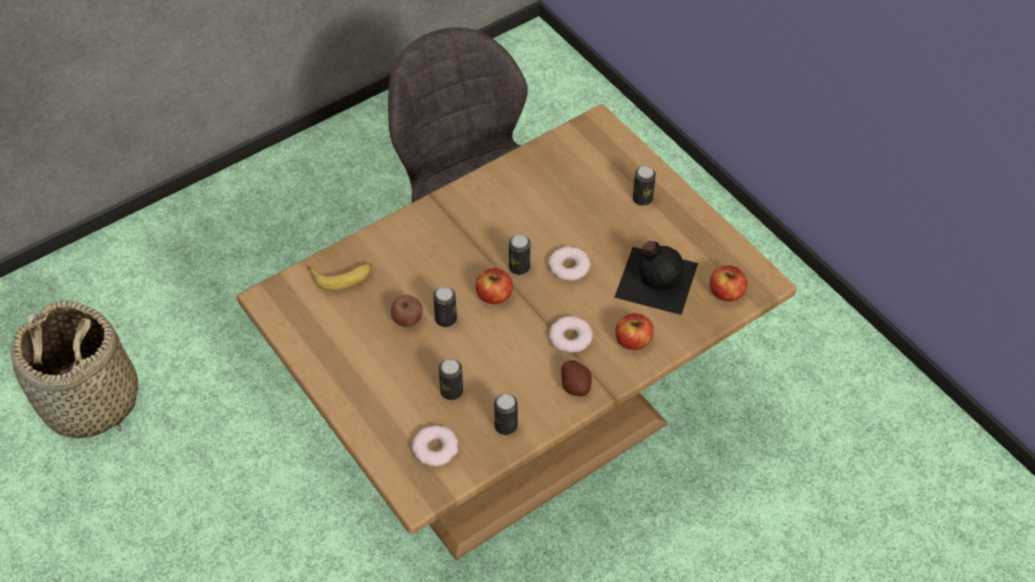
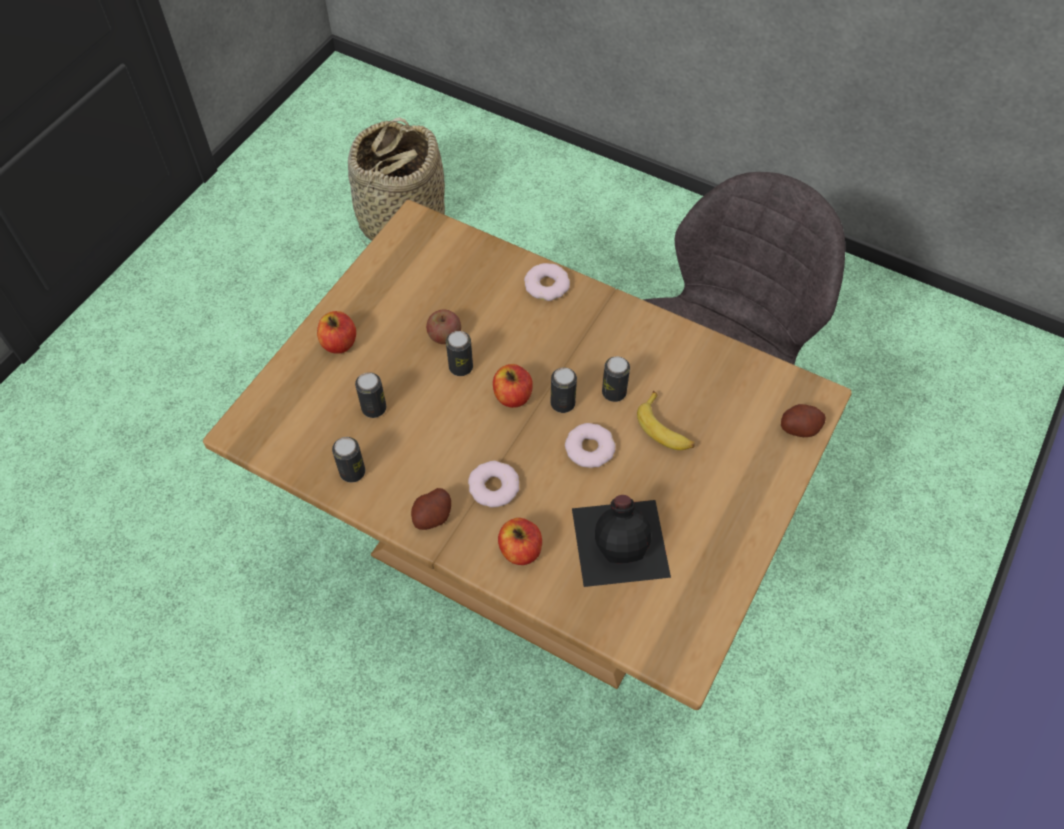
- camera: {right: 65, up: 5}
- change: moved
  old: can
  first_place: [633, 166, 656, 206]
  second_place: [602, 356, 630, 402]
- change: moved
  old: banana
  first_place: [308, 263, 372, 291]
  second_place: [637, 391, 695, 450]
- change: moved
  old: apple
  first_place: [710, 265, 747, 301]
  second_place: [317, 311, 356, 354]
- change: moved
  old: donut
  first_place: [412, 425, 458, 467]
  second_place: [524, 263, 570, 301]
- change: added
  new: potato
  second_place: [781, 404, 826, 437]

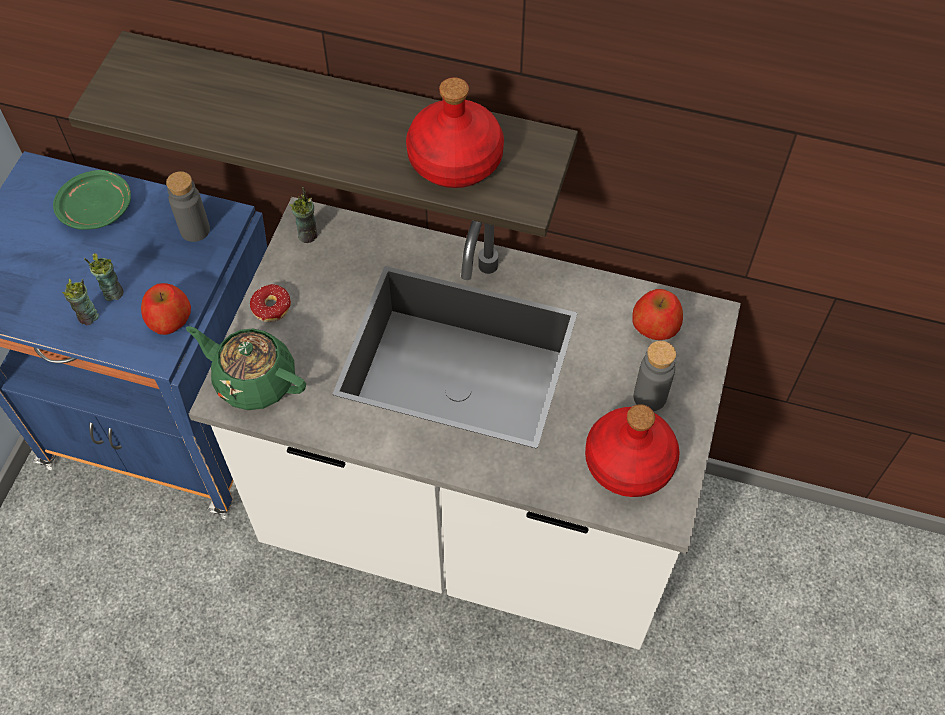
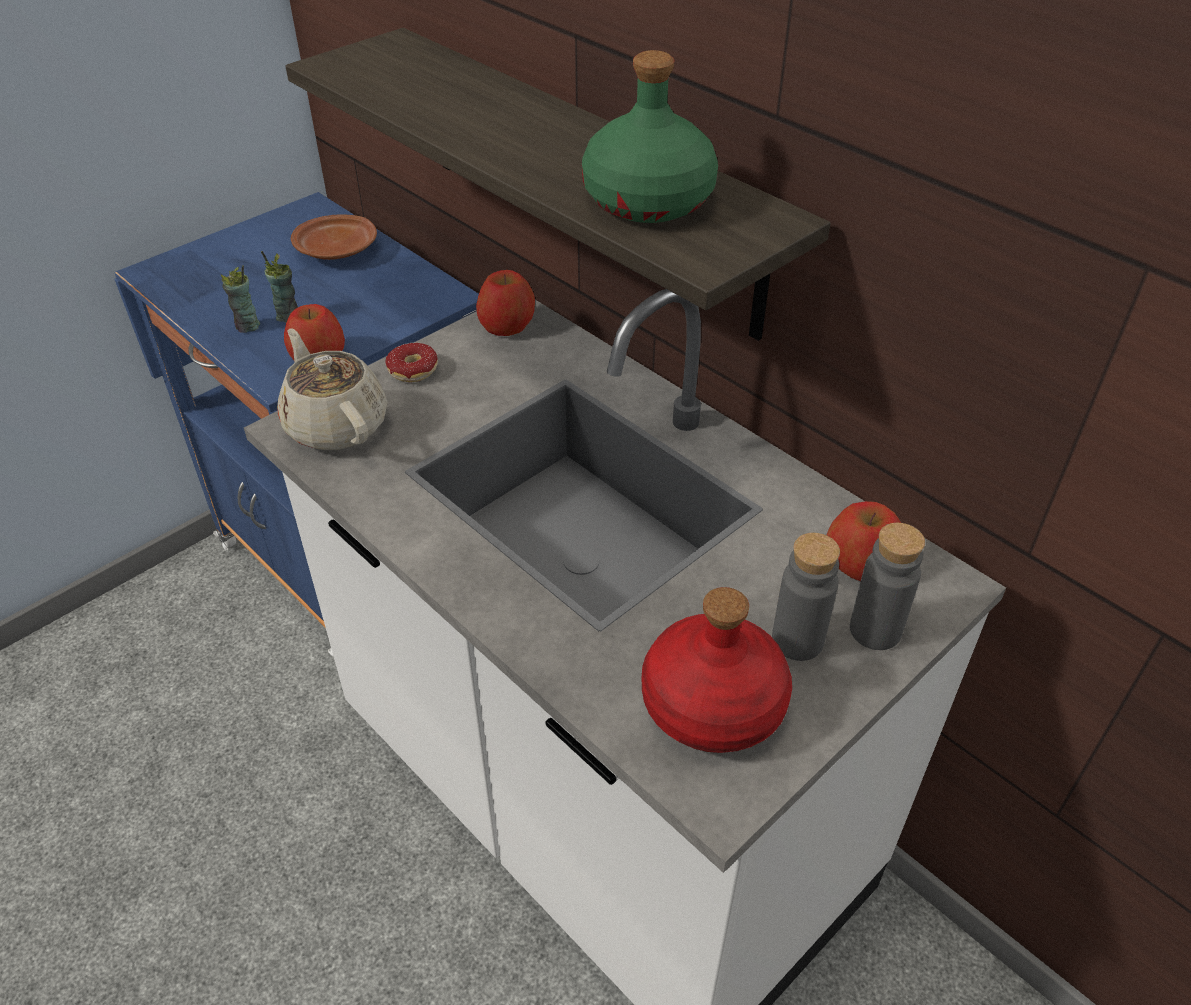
- camera: {right: 30, up: -15}
- change: recoloured
  old: bottle (red)
  new: bottle (green)
  first_place: [406, 77, 504, 188]
  second_place: [582, 50, 718, 223]
- change: recoloured
  old: plate (green)
  new: plate (brown)
  first_place: [53, 170, 131, 230]
  second_place: [291, 214, 377, 260]
- change: moved
  old: bottle (grey)
  first_place: [166, 171, 210, 242]
  second_place: [850, 523, 925, 650]
- change: replaced
  old: cup
  new: apple
  first_place: [289, 187, 318, 243]
  second_place: [476, 270, 535, 336]
- change: recoloured
  old: teapot (green)
  new: teapot (beige)
  first_place: [186, 326, 306, 410]
  second_place: [277, 328, 387, 450]

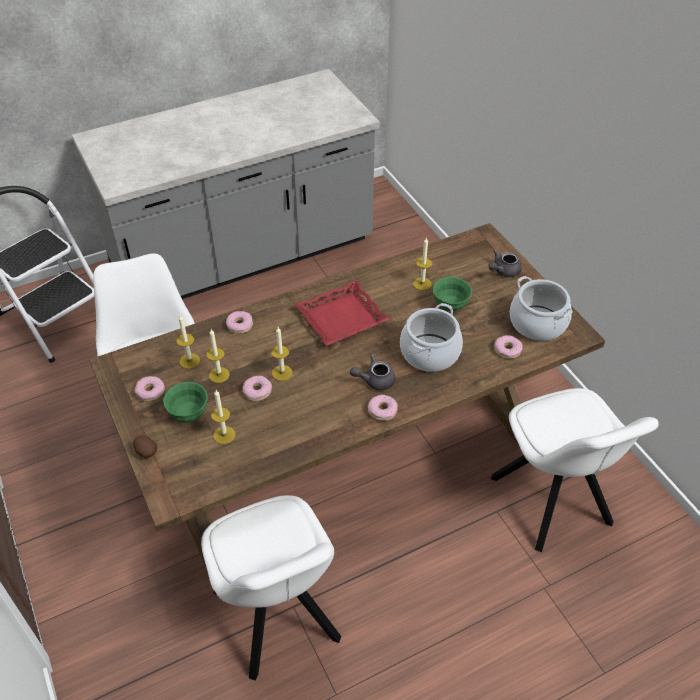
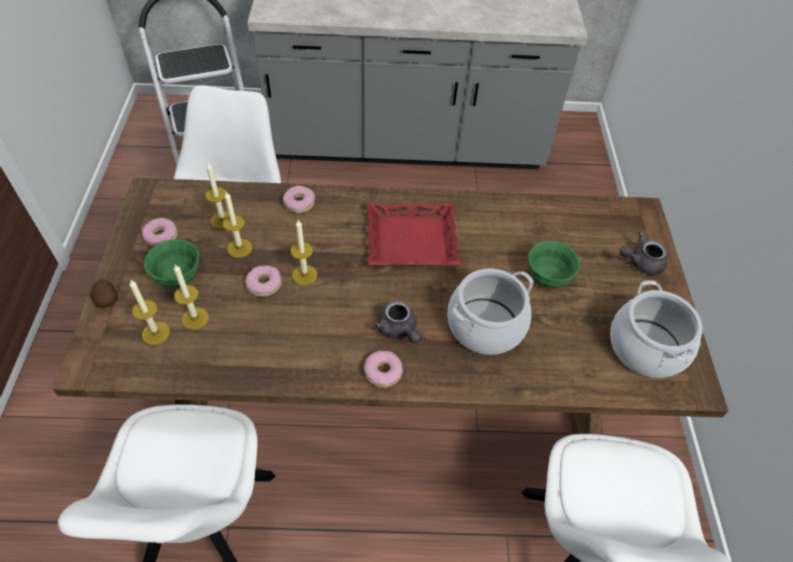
- camera: {right: 25, up: 5}
- change: moved
  old: candle
  first_place: [413, 237, 432, 290]
  second_place: [129, 279, 170, 345]
- change: removed
  old: donut
  first_place: [494, 335, 523, 359]
- change: turned
  old: teapot (grey)
  first_place: [350, 354, 395, 390]
  second_place: [375, 301, 421, 343]
  degrees: -135

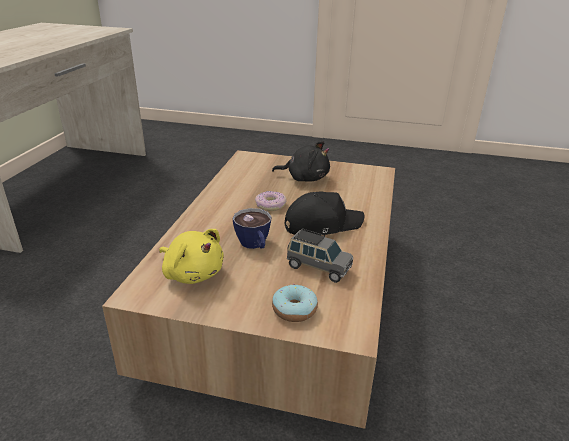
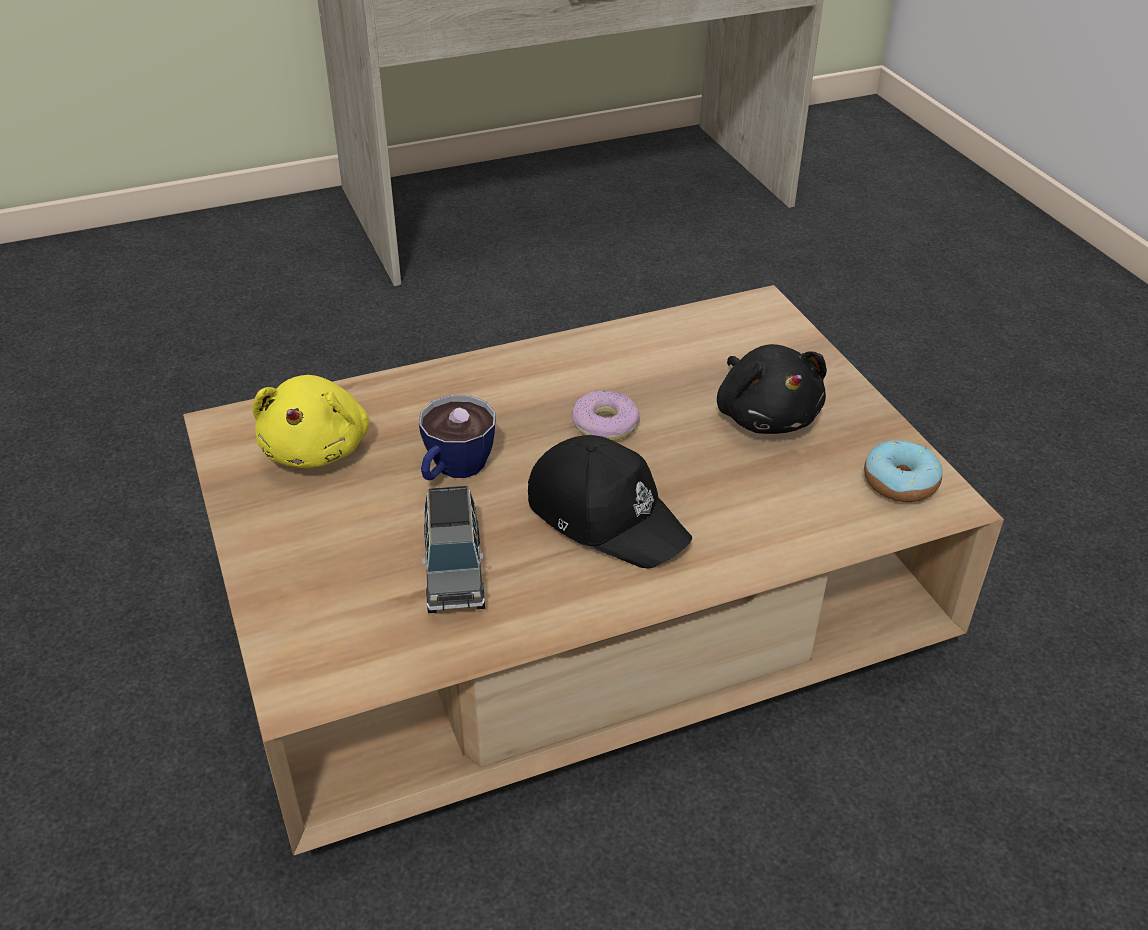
- camera: {right: 55, up: 10}
- change: moved
  old: donut
  first_place: [272, 284, 318, 322]
  second_place: [864, 440, 943, 502]

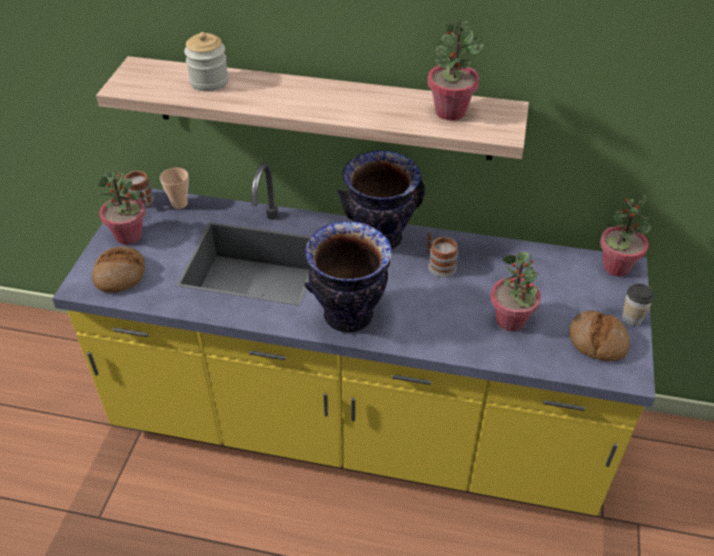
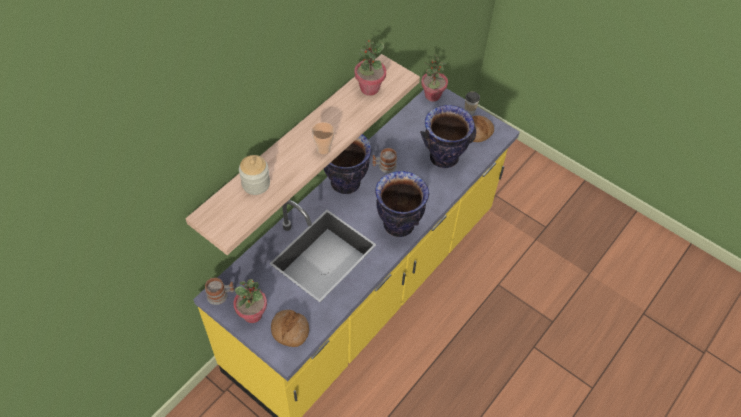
- camera: {right: -65, up: 10}
- change: moved
  old: cup
  first_place: [160, 168, 189, 209]
  second_place: [312, 122, 334, 154]
- change: replaced
  old: potted plant
  new: vase
  first_place: [490, 252, 541, 331]
  second_place: [420, 105, 476, 168]

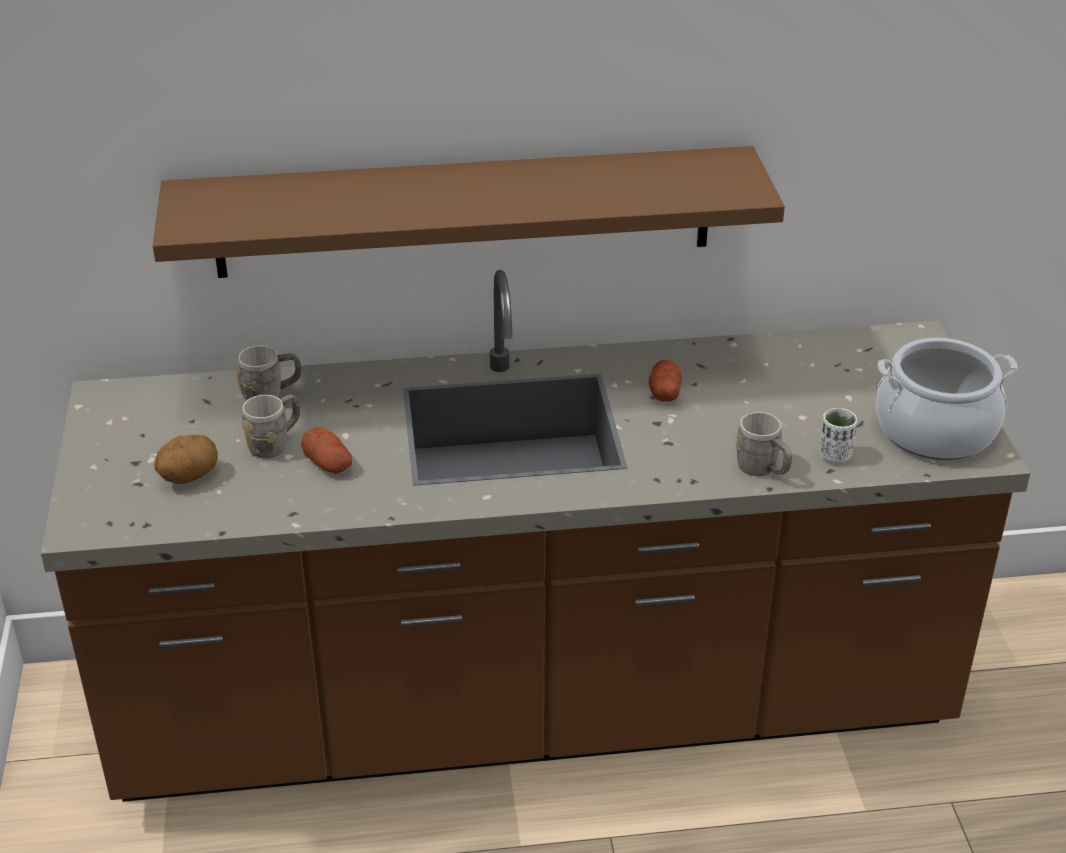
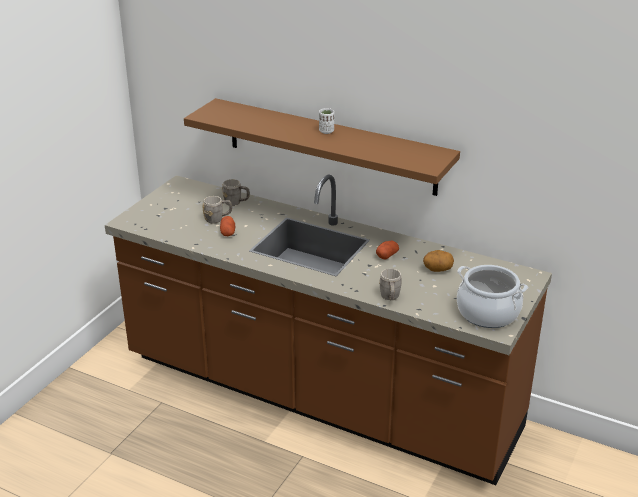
- camera: {right: 35, up: -5}
- change: moved
  old: cup (white)
  first_place: [819, 408, 857, 463]
  second_place: [319, 108, 334, 134]
- change: moved
  old: potato
  first_place: [154, 435, 218, 484]
  second_place: [423, 250, 454, 272]

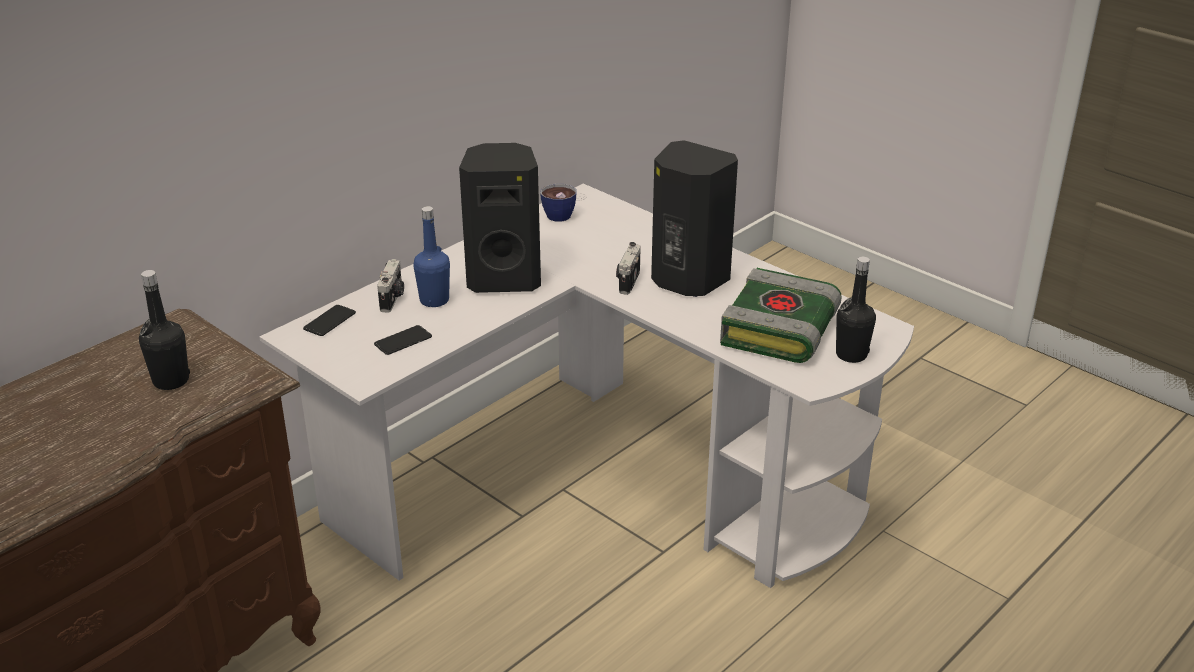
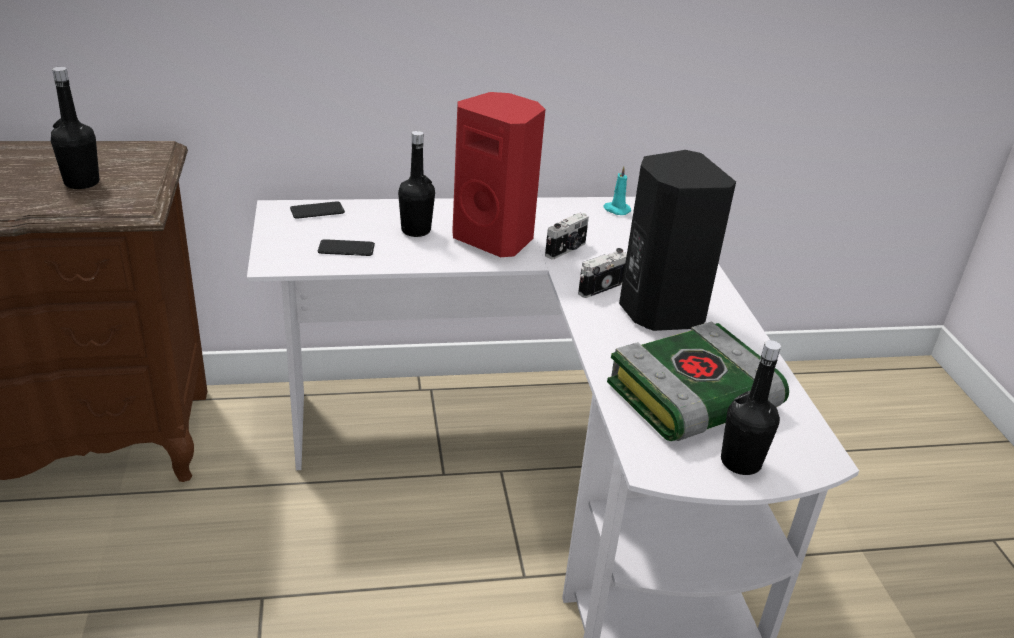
- camera: {right: 35, up: 0}
- change: recoloured
  old: speaker (black)
  new: speaker (red)
  first_place: [459, 143, 541, 293]
  second_place: [452, 92, 545, 257]
- change: replaced
  old: cup
  new: candle (turquoise)
  first_place: [540, 184, 577, 222]
  second_place: [603, 166, 631, 215]
- change: recoloured
  old: bottle (blue)
  new: bottle (black)
  first_place: [413, 206, 450, 307]
  second_place: [398, 131, 435, 237]
- change: moved
  old: photo camera
  first_place: [377, 259, 404, 313]
  second_place: [545, 213, 589, 259]

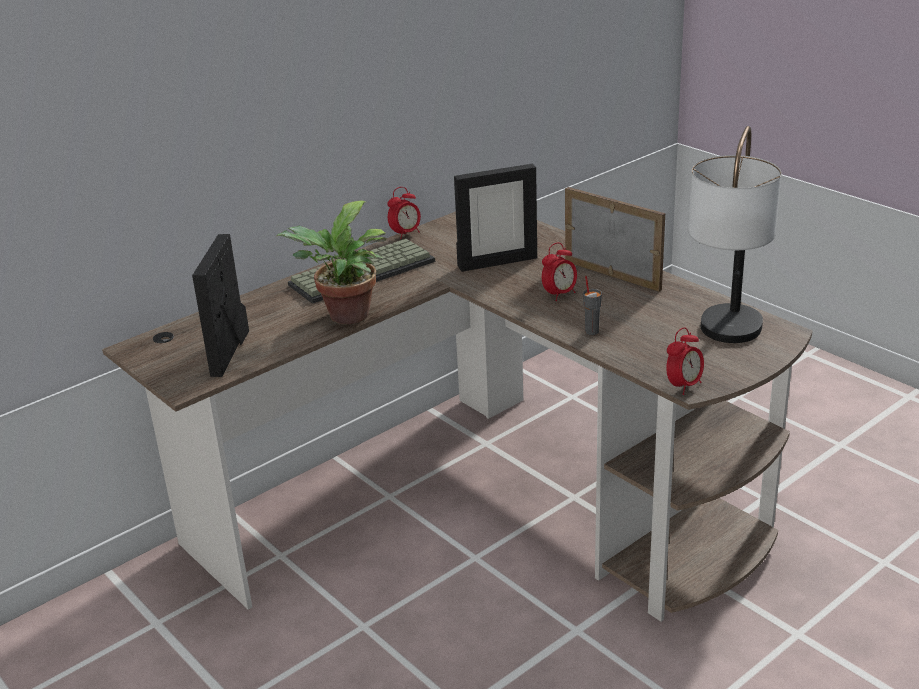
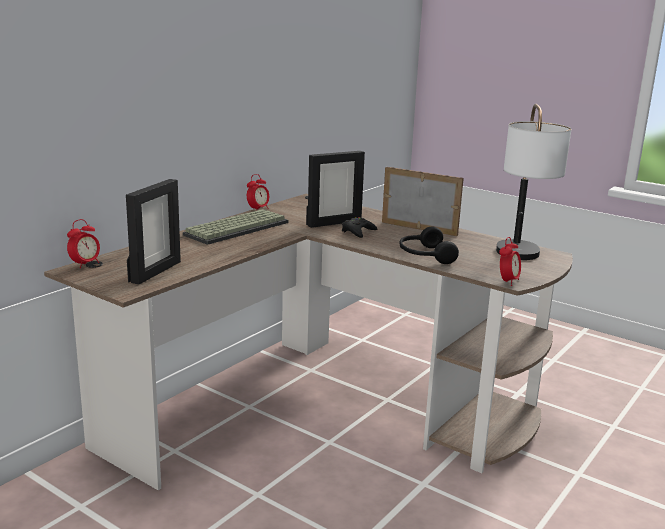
- camera: {right: -15, up: -10}
- change: removed
  old: potted plant
  first_place: [276, 200, 387, 324]
- change: turned
  old: picture frame
  first_place: [192, 234, 249, 377]
  second_place: [126, 179, 181, 284]
  degrees: -150
- change: moved
  old: alarm clock
  first_place: [542, 242, 577, 301]
  second_place: [67, 219, 100, 268]
- change: replaced
  old: cup (grey)
  new: headphones (black)
  first_place: [583, 276, 602, 335]
  second_place: [400, 227, 459, 264]
- change: added
  new: game controller (black)
  second_place: [342, 217, 377, 238]

